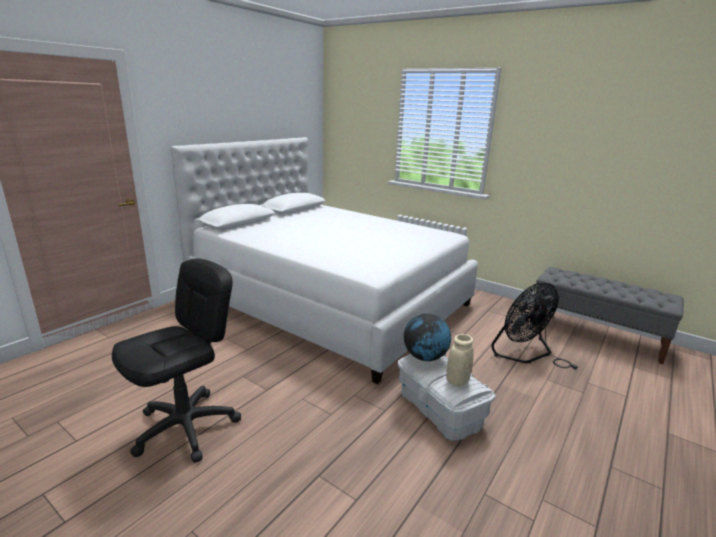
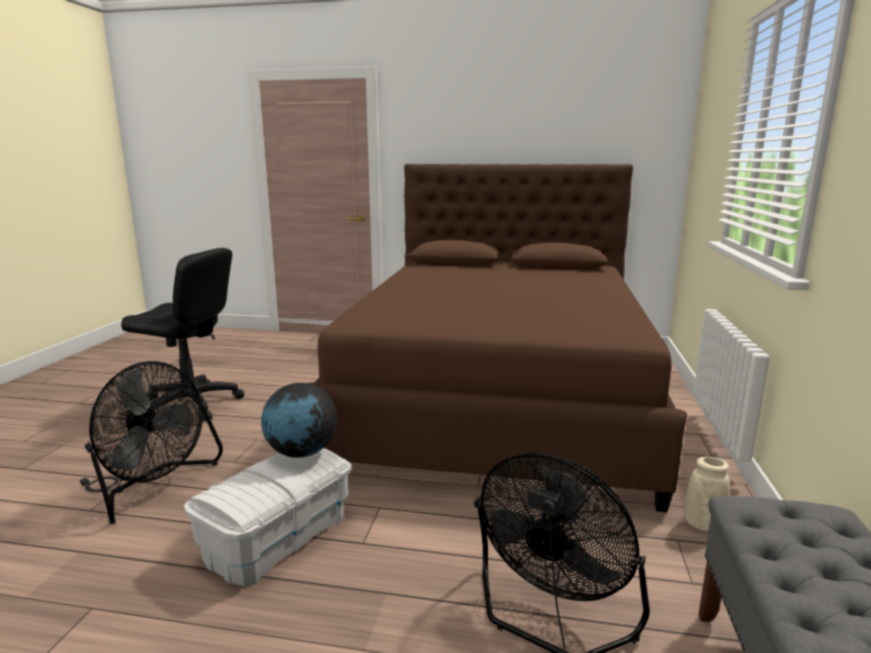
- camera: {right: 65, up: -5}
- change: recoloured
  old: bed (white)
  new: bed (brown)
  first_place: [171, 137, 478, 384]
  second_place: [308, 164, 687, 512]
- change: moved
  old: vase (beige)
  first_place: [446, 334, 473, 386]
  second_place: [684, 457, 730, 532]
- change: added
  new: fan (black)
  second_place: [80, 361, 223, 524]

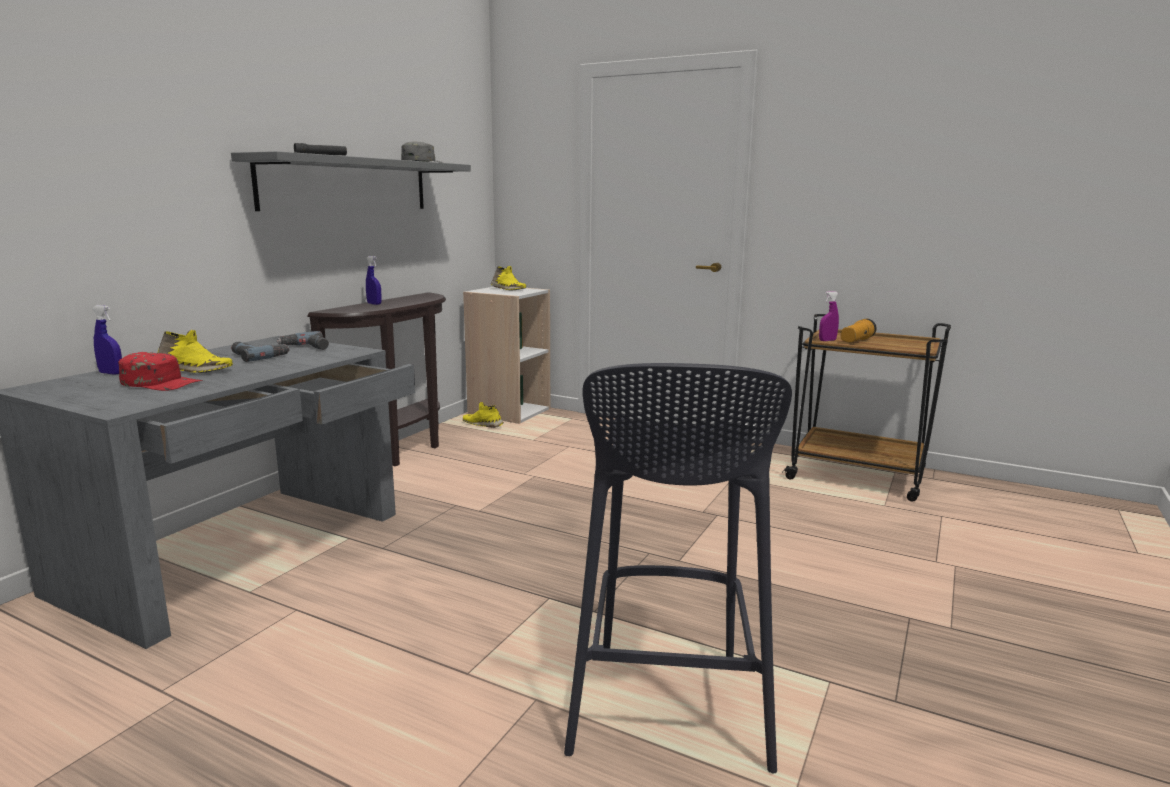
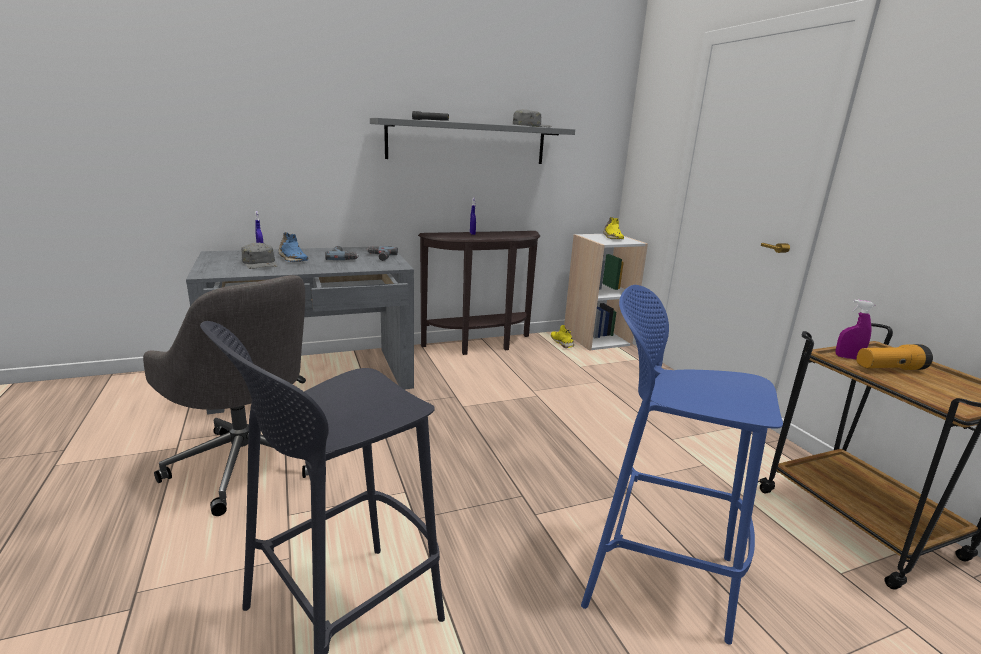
- camera: {right: 40, up: 5}
- change: recoloured
  old: shoe (yellow)
  new: shoe (blue)
  first_place: [157, 330, 233, 373]
  second_place: [278, 232, 308, 262]
- change: recoloured
  old: cap (red)
  new: cap (grey)
  first_place: [118, 352, 203, 391]
  second_place: [241, 243, 278, 269]
- change: added
  new: office chair (grey)
  second_place: [143, 275, 309, 516]
- change: added
  new: stool (blue)
  second_place: [581, 285, 783, 645]

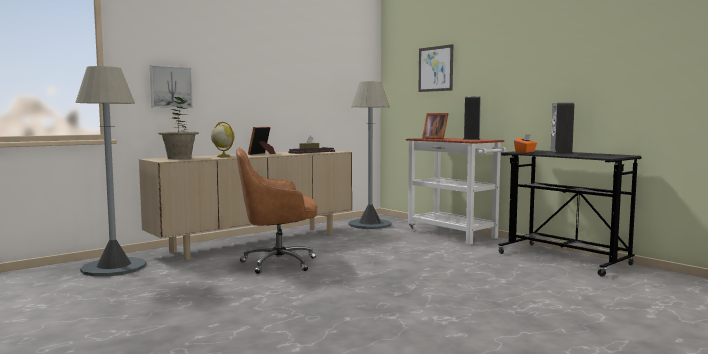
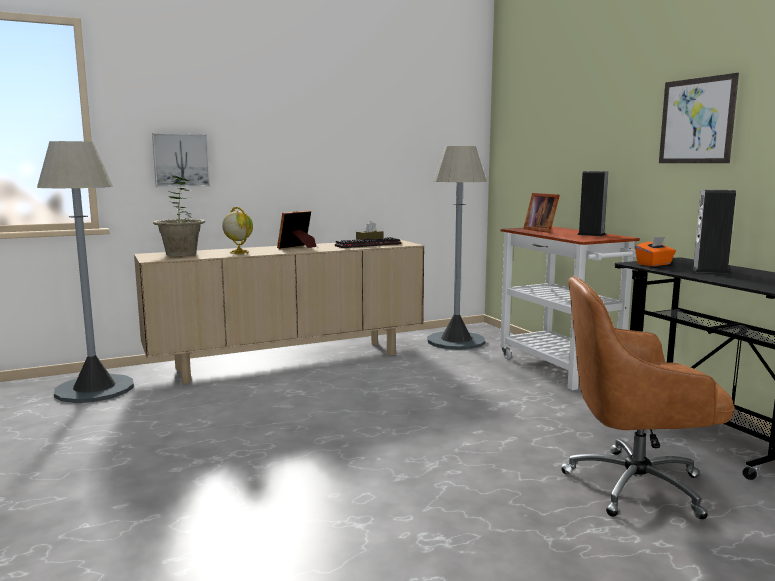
- camera: {right: 15, up: 5}
- change: moved
  old: picture
  first_place: [418, 44, 453, 92]
  second_place: [659, 73, 739, 163]
- change: moved
  old: office chair (brown)
  first_place: [236, 148, 318, 274]
  second_place: [562, 276, 735, 519]

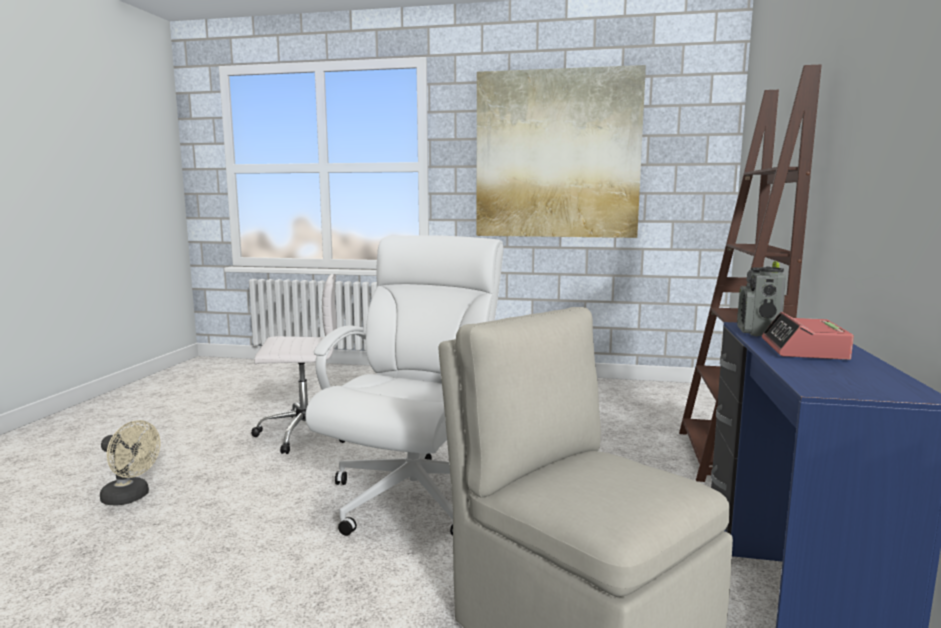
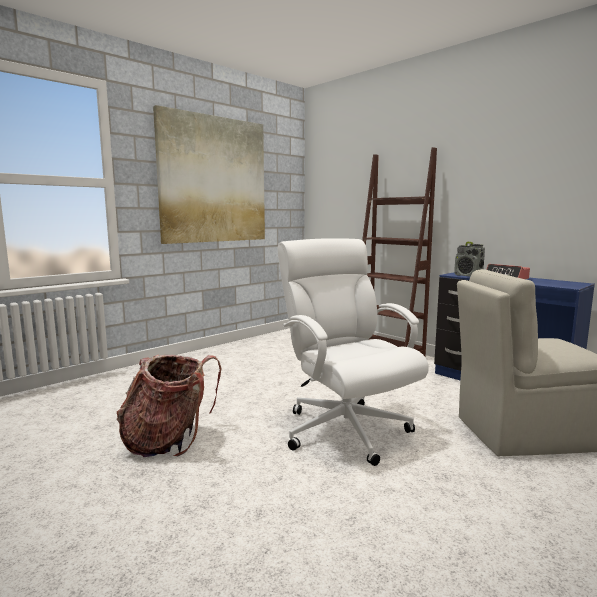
- camera: {right: -55, up: 0}
- change: replaced
  old: office chair (white)
  new: backpack
  first_place: [251, 274, 345, 454]
  second_place: [117, 355, 221, 457]
- change: removed
  old: fan (beige)
  first_place: [100, 420, 160, 506]

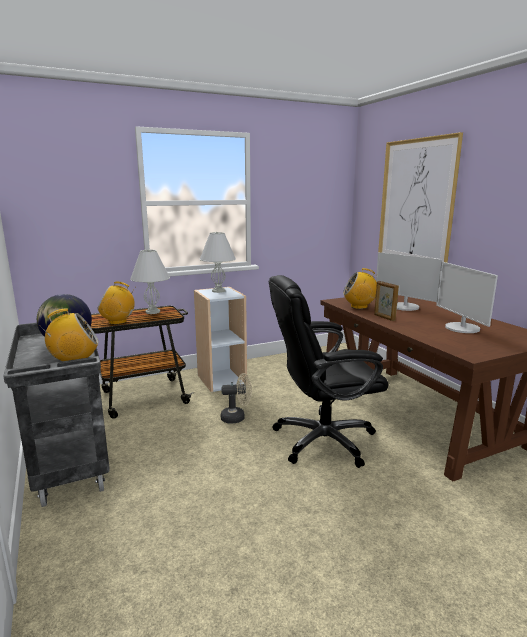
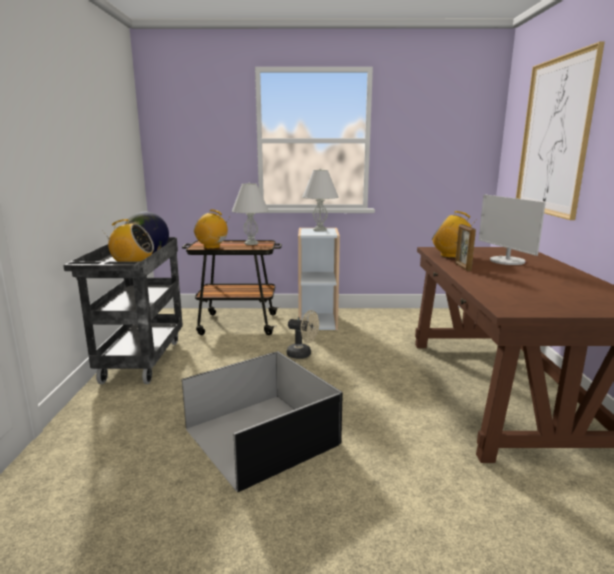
- camera: {right: 25, up: 0}
- change: removed
  old: monitor
  first_place: [436, 262, 498, 333]
- change: removed
  old: office chair (black)
  first_place: [268, 275, 388, 468]
- change: added
  new: storage box (black)
  second_place: [182, 351, 343, 492]

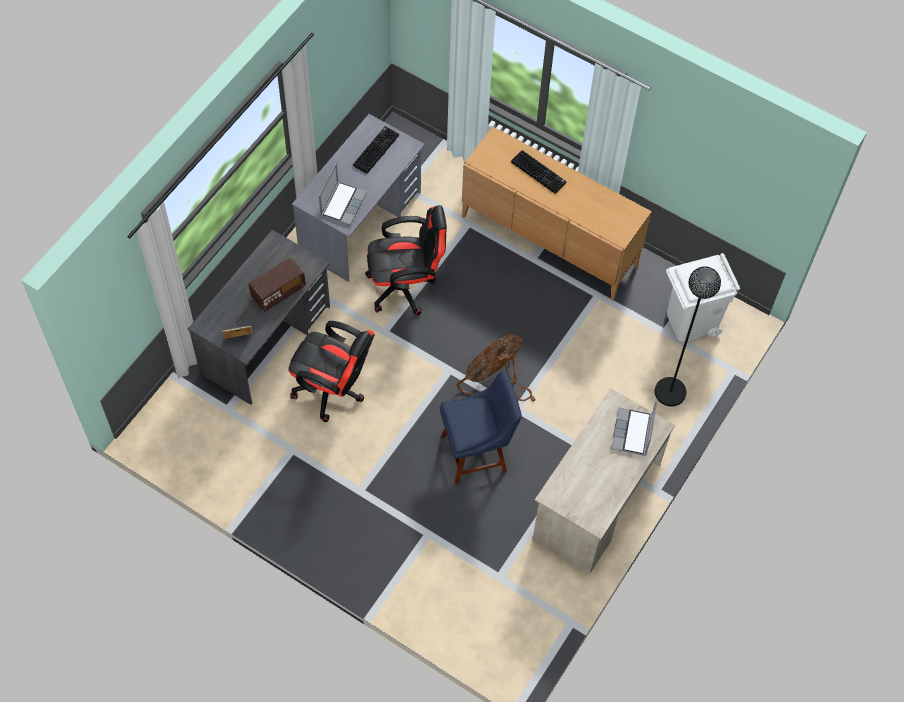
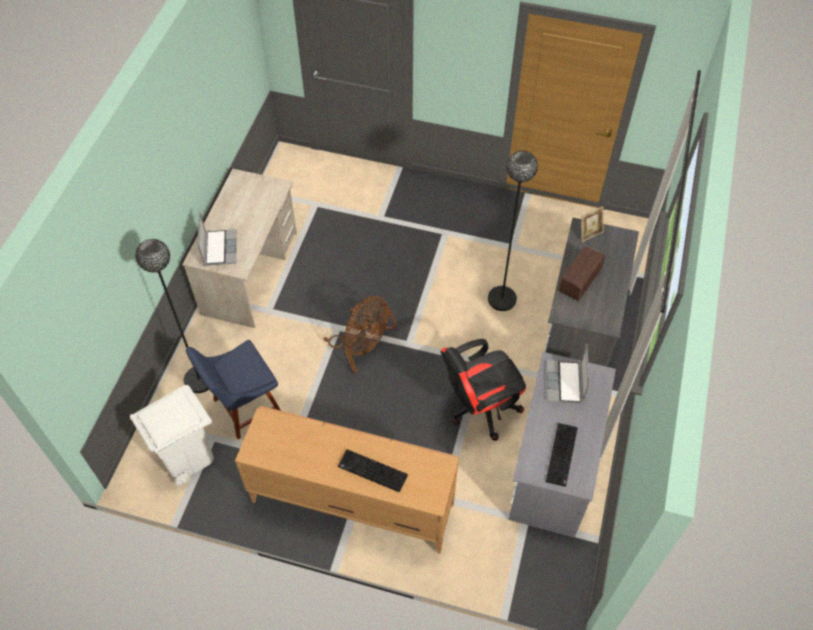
- camera: {right: 165, up: -5}
- change: replaced
  old: office chair (black)
  new: floor lamp (black)
  first_place: [288, 321, 375, 422]
  second_place: [488, 151, 538, 311]
- change: moved
  old: chair (blue)
  first_place: [440, 370, 522, 484]
  second_place: [186, 340, 281, 439]

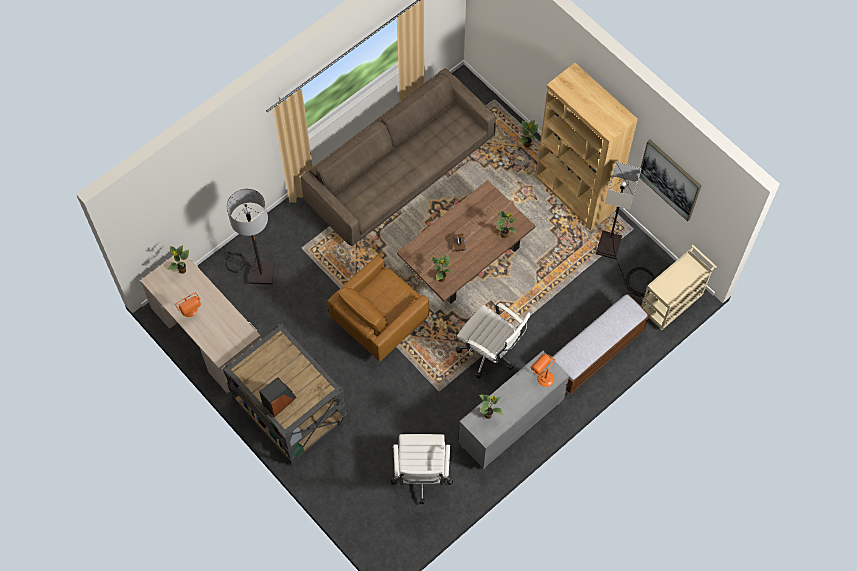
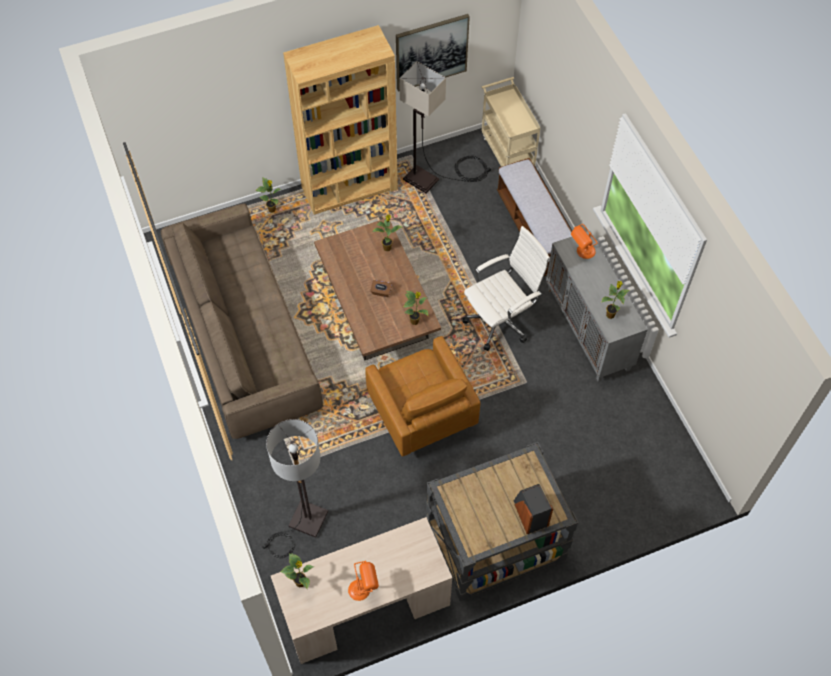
- camera: {right: -70, up: -5}
- change: removed
  old: office chair (white)
  first_place: [391, 434, 453, 504]

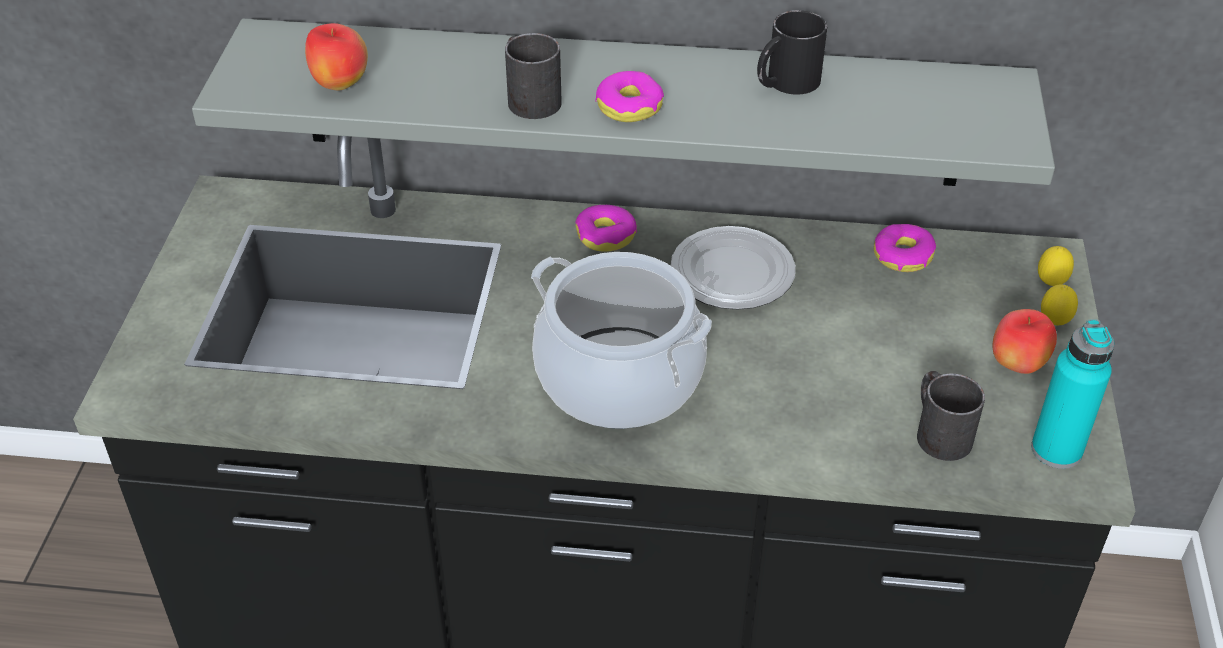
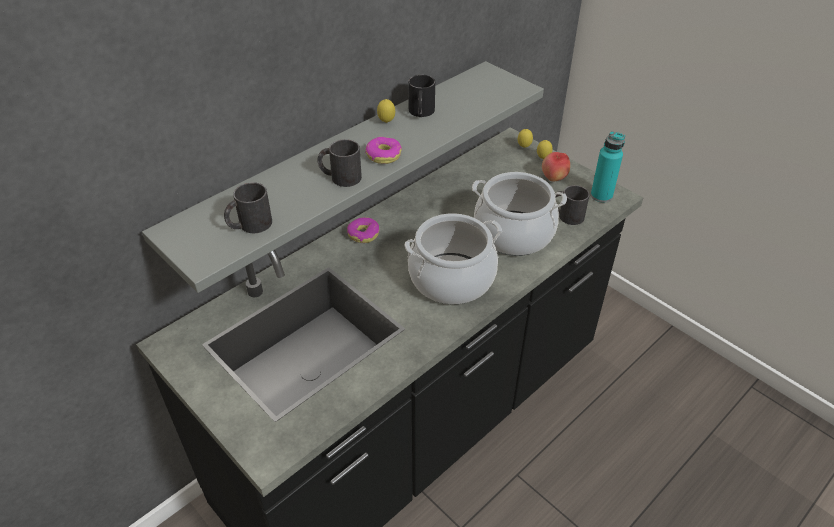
- camera: {right: -50, up: 0}
- change: replaced
  old: apple
  new: mug (black)
  first_place: [305, 23, 368, 90]
  second_place: [224, 182, 272, 233]
- change: removed
  old: donut
  first_place: [874, 224, 936, 272]
- change: removed
  old: plate
  first_place: [671, 226, 796, 310]
- change: added
  new: lemon
  second_place: [377, 99, 395, 123]
- change: added
  new: cooking pot
  second_place: [472, 172, 567, 256]

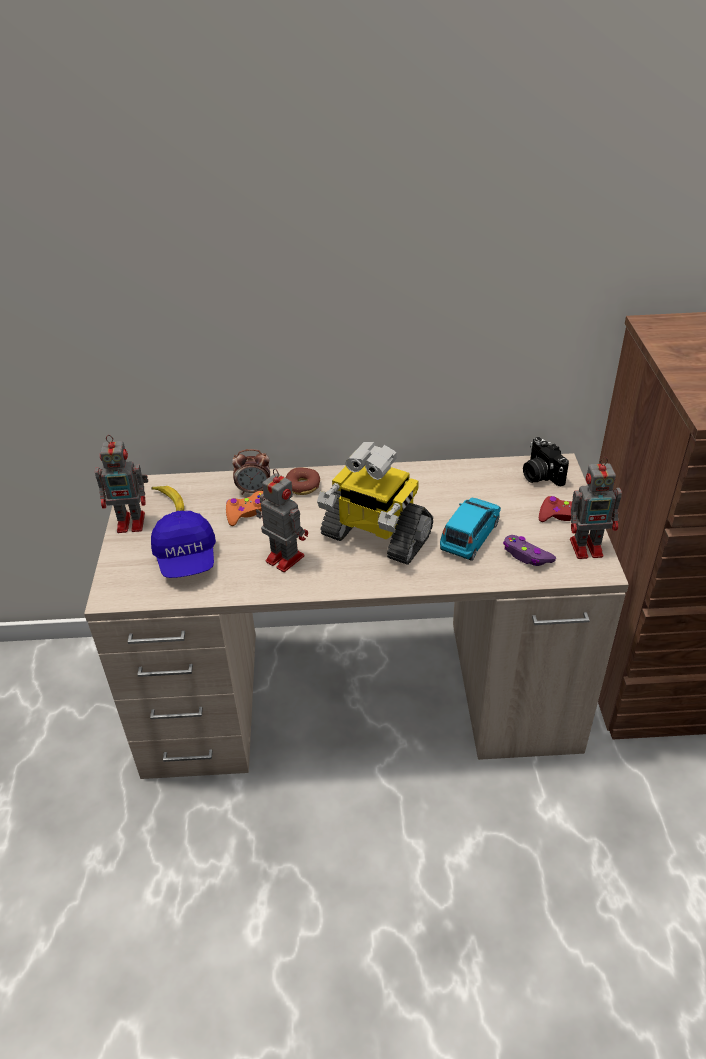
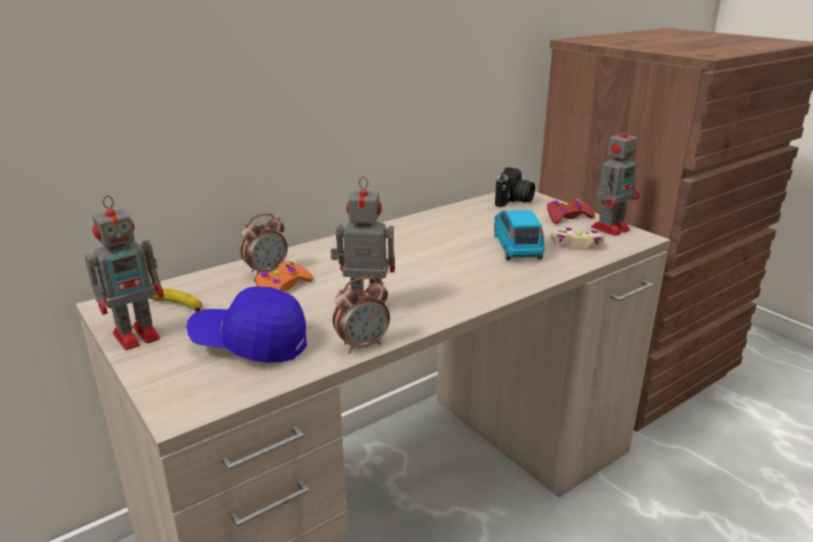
- camera: {right: -35, up: -15}
- change: turned
  old: photo camera
  first_place: [523, 437, 569, 486]
  second_place: [495, 167, 535, 207]
  degrees: -90
- change: removed
  old: toy robot
  first_place: [317, 442, 433, 565]
- change: removed
  old: donut
  first_place: [285, 467, 320, 495]
- change: turned
  old: cap (blue)
  first_place: [151, 511, 216, 578]
  second_place: [187, 286, 307, 362]
  degrees: 150
- change: recoloured
  old: game controller (purple)
  new: game controller (beige)
  first_place: [503, 535, 556, 566]
  second_place: [550, 228, 605, 248]
- change: added
  new: alarm clock
  second_place: [332, 277, 390, 353]

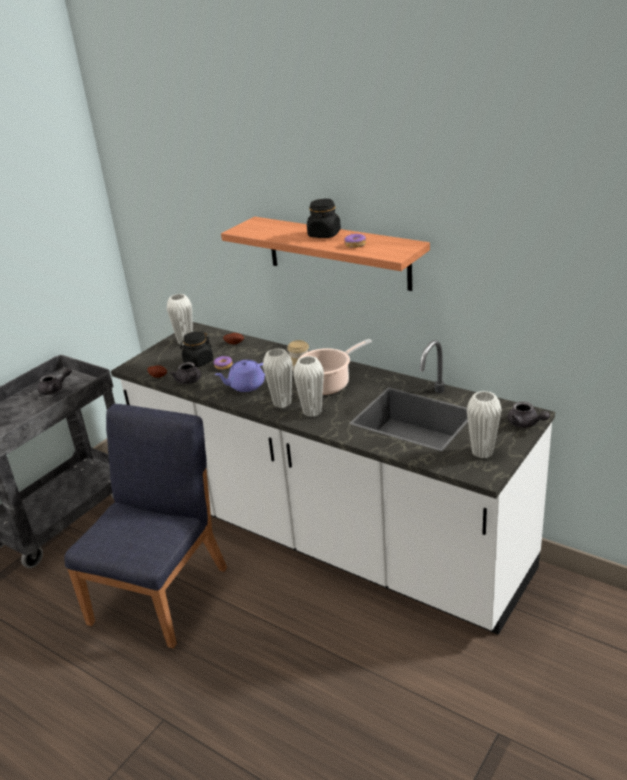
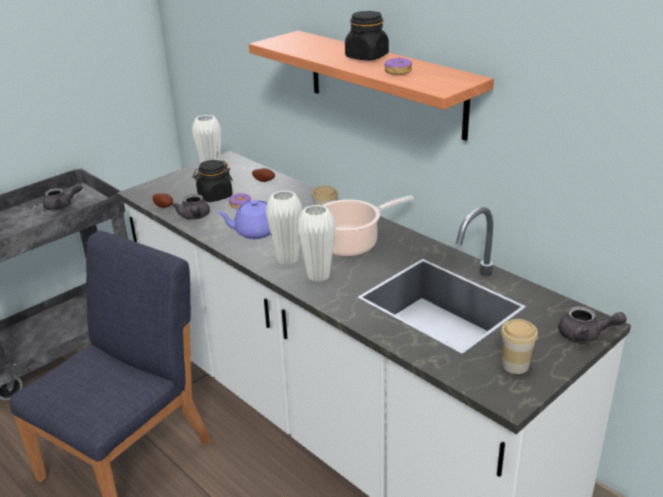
- camera: {right: 10, up: 0}
- change: replaced
  old: vase (white)
  new: cup
  first_place: [467, 391, 502, 459]
  second_place: [501, 319, 538, 374]
- change: turned
  old: teapot (grey)
  first_place: [508, 402, 550, 428]
  second_place: [559, 306, 627, 343]
  degrees: -45

